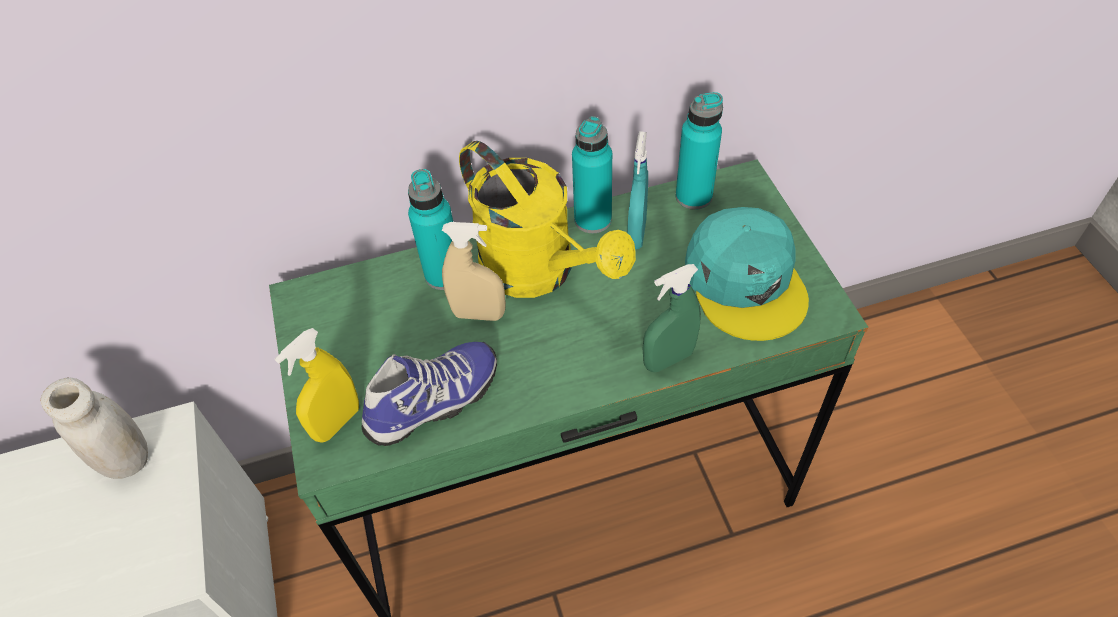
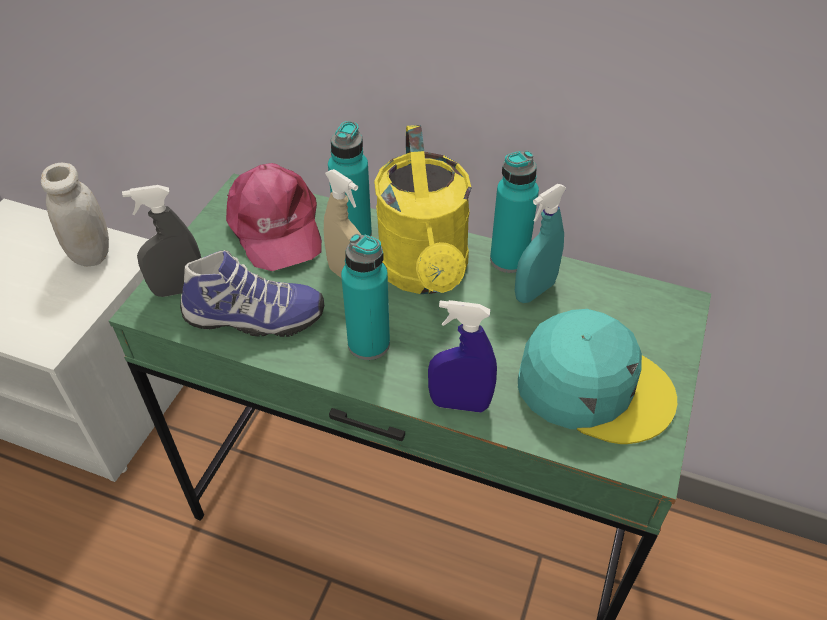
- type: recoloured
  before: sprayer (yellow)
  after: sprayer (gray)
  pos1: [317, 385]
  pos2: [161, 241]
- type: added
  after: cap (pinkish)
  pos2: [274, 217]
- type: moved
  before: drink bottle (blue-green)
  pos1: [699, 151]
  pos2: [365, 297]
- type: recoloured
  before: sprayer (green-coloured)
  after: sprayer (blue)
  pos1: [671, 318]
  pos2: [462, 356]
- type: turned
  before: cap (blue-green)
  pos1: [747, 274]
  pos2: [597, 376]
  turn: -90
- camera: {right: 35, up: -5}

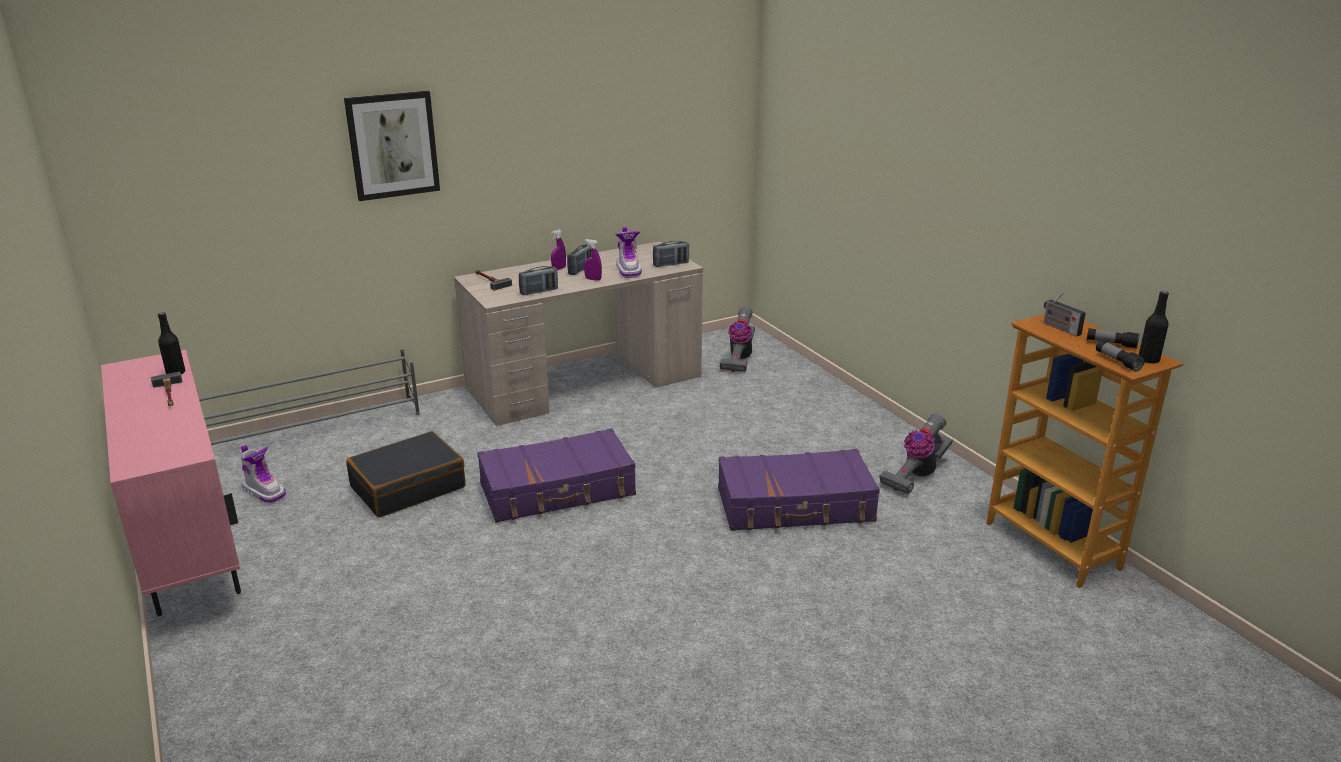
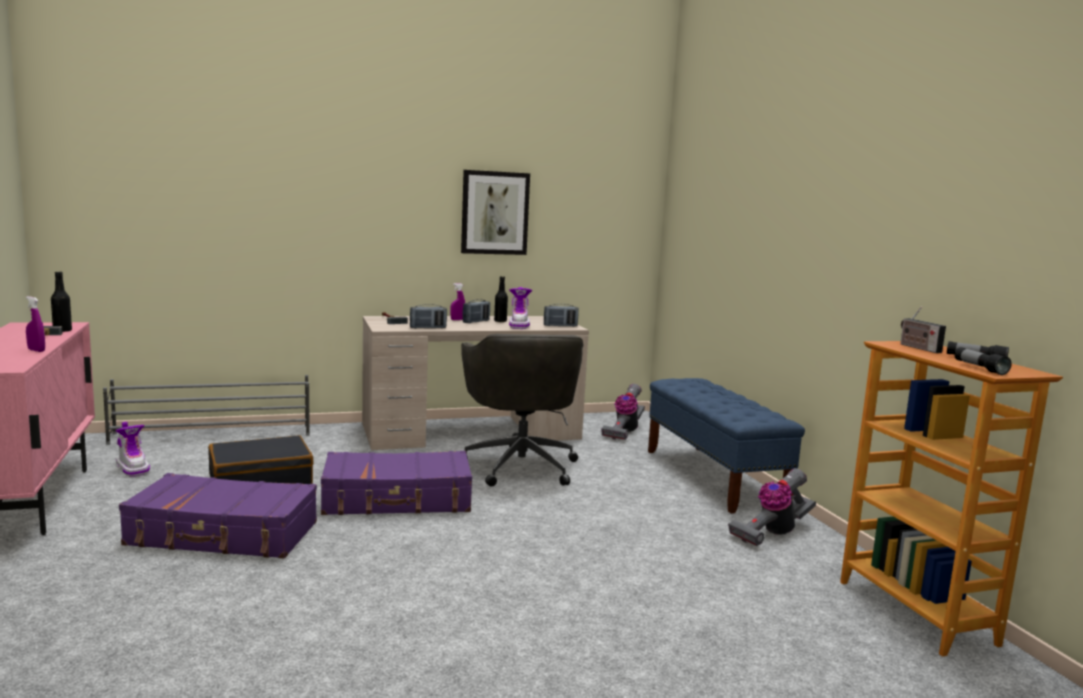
- type: moved
  before: sprayer (purple-coloured)
  pos1: [593, 260]
  pos2: [35, 324]
- type: moved
  before: piece of luggage (purple-coloured)
  pos1: [799, 490]
  pos2: [218, 515]
- type: moved
  before: picture
  pos1: [392, 146]
  pos2: [495, 212]
- type: added
  after: desk chair (gray)
  pos2: [522, 410]
- type: moved
  before: drink bottle (black)
  pos1: [1154, 327]
  pos2: [501, 299]
- type: added
  after: indoor bench (blue)
  pos2: [726, 446]
- camera: {right: 10, up: -15}

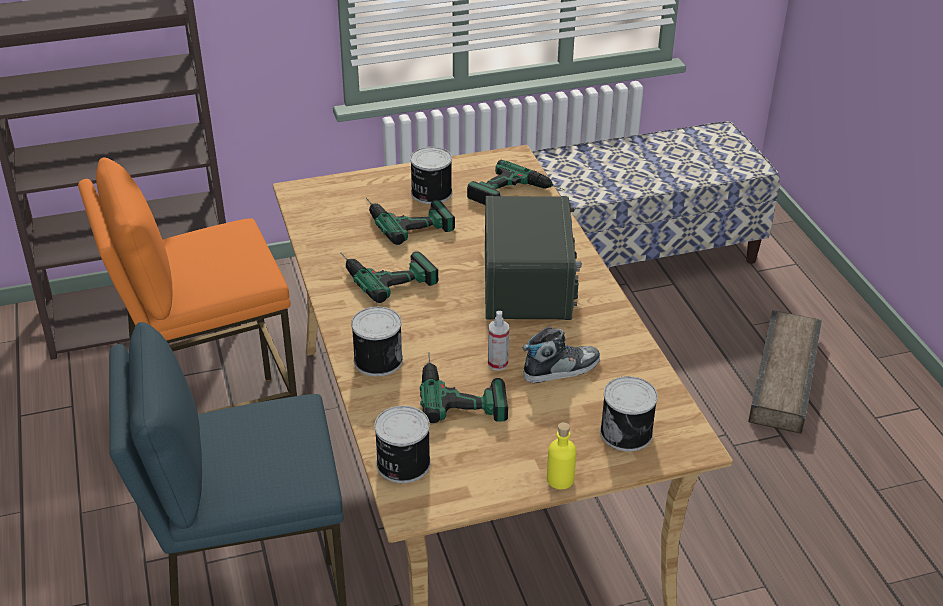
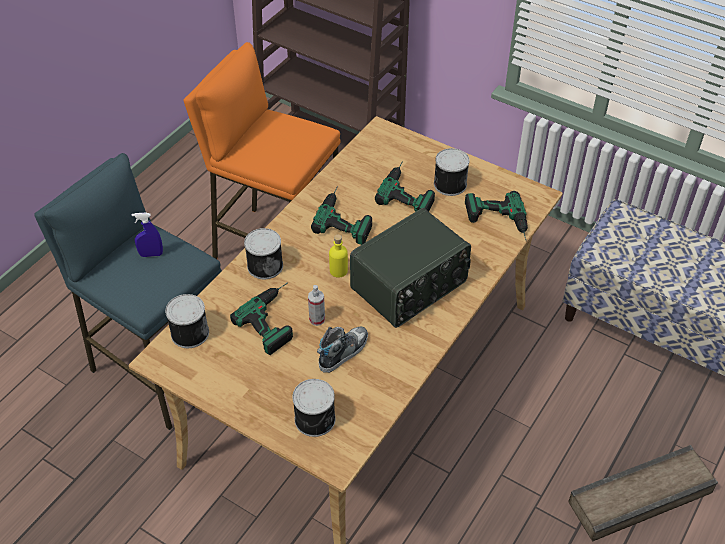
- type: added
  after: sprayer (blue)
  pos2: [147, 234]
- type: turned
  before: shoe
  pos1: [561, 354]
  pos2: [342, 349]
  turn: -75
- type: moved
  before: drink bottle (yellow)
  pos1: [561, 455]
  pos2: [338, 256]
- camera: {right: 50, up: 10}

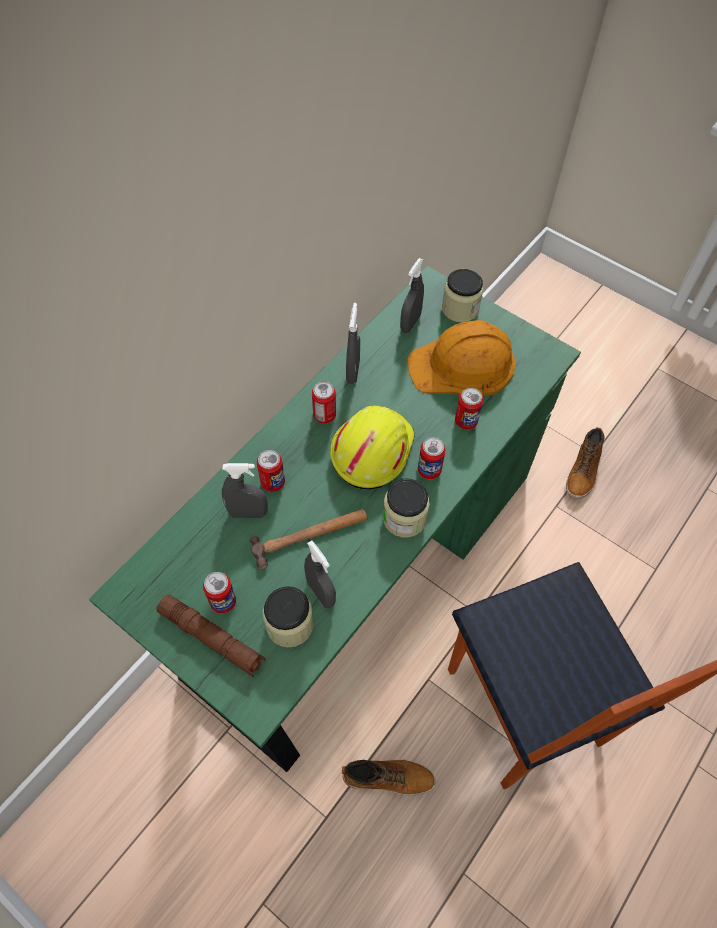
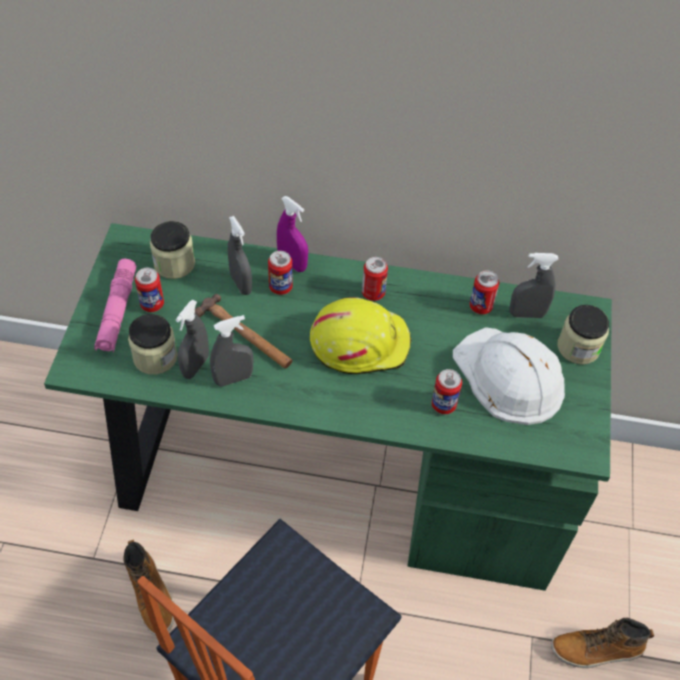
- type: recoloured
  before: torch (brown-coloured)
  after: torch (pinkish)
  pos1: [211, 635]
  pos2: [115, 305]
- type: moved
  before: jar
  pos1: [406, 508]
  pos2: [172, 250]
- type: moved
  before: sprayer (gray)
  pos1: [353, 343]
  pos2: [232, 351]
- type: added
  after: sprayer (purple-coloured)
  pos2: [292, 234]
- type: recoloured
  before: hard hat (orange-coloured)
  after: hard hat (whitish)
  pos1: [461, 358]
  pos2: [509, 376]
- type: moved
  before: metal can
  pos1: [432, 458]
  pos2: [484, 292]
- camera: {right: 60, up: -5}

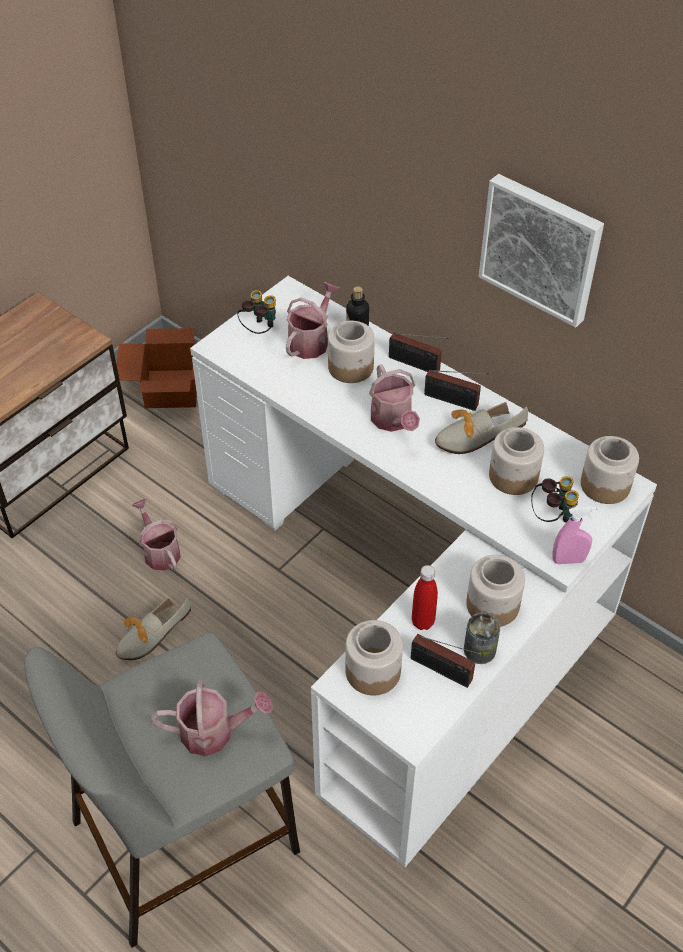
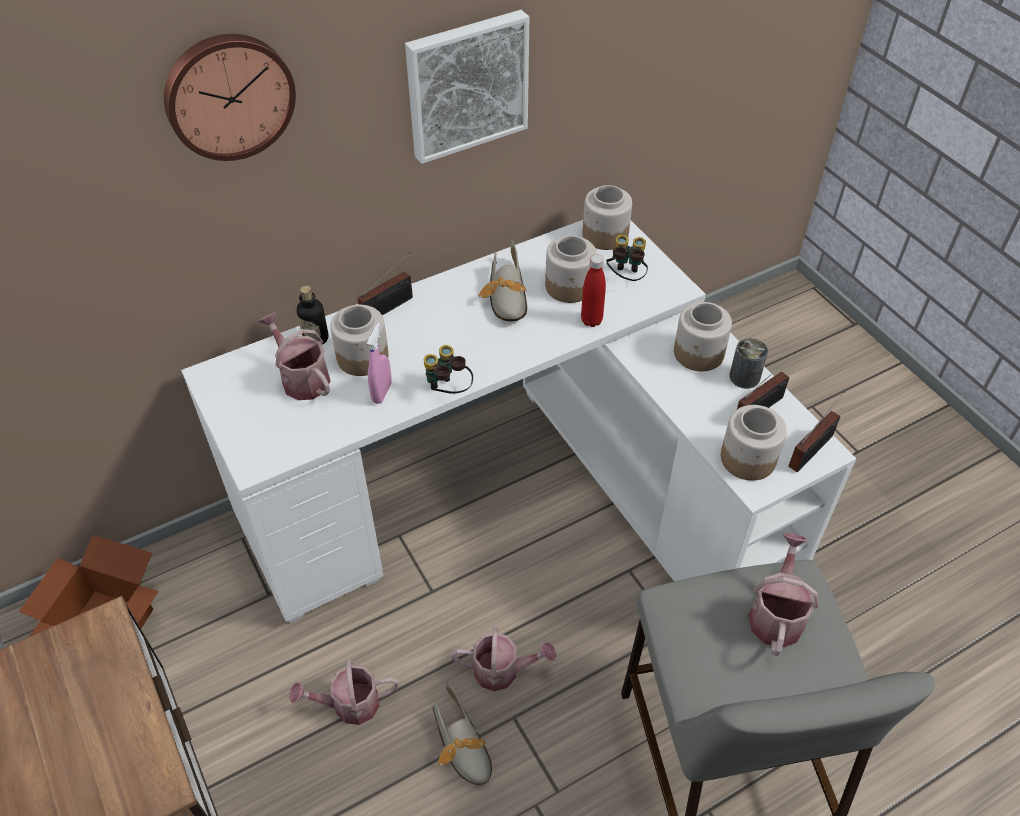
- type: added
  after: hanging clock
  pos2: [230, 97]
- type: moved
  before: sprayer (pinkish)
  pos1: [574, 535]
  pos2: [379, 363]
- type: moved
  before: binoculars
  pos1: [256, 312]
  pos2: [448, 369]
- type: moved
  before: watering pot
  pos1: [394, 398]
  pos2: [503, 659]
- type: moved
  before: drink bottle (red)
  pos1: [425, 597]
  pos2: [593, 290]
- type: moved
  before: radio receiver
  pos1: [456, 390]
  pos2: [817, 431]
- camera: {right: -70, up: 0}

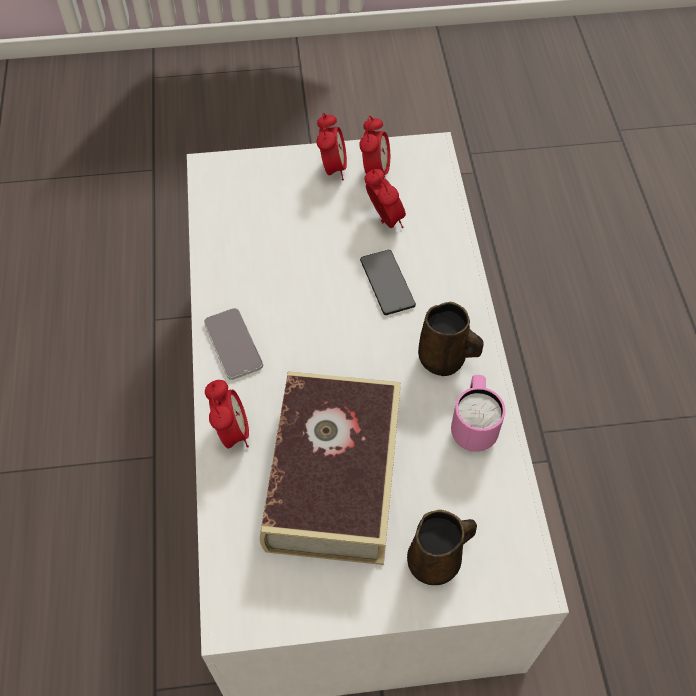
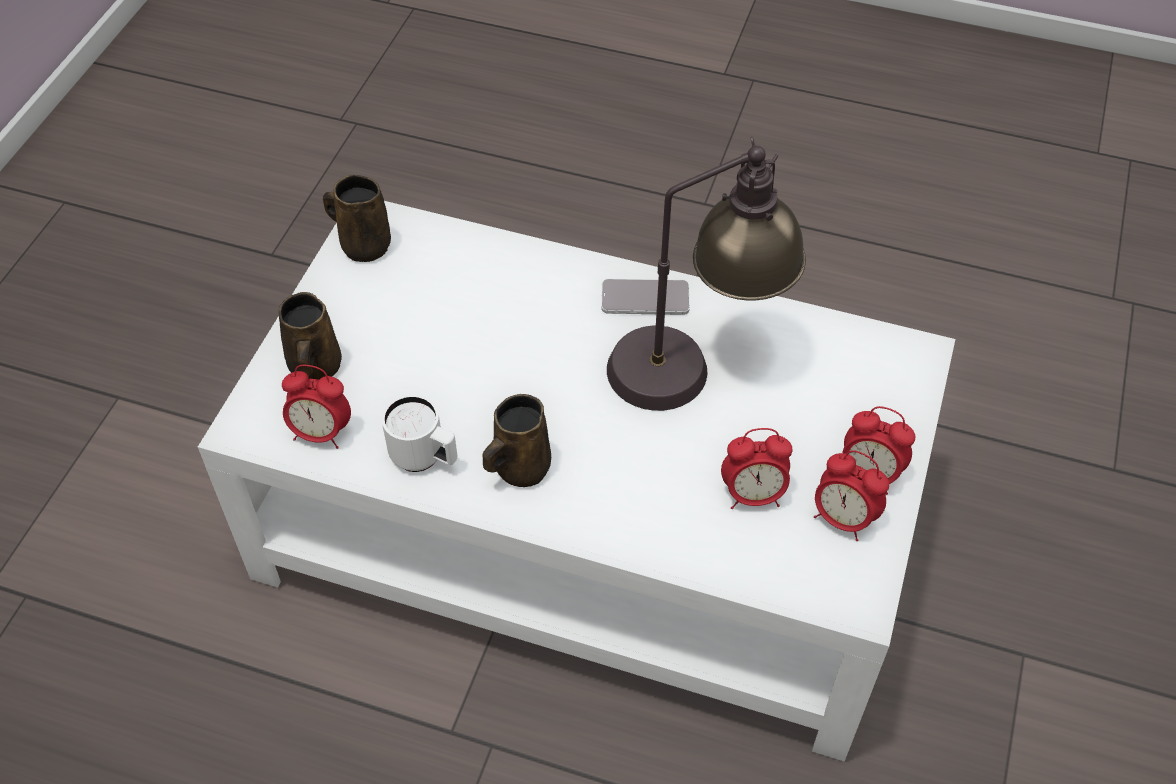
- type: moved
  before: table clock
  pos1: [227, 414]
  pos2: [316, 407]
- type: added
  after: tea mug (brown-coloured)
  pos2: [357, 218]
- type: recoloured
  before: tea mug (pinkish)
  after: tea mug (whitish)
  pos1: [478, 413]
  pos2: [419, 433]
- type: added
  after: table lamp
  pos2: [706, 274]
- type: removed
  before: book
  pos1: [330, 468]
- type: removed
  before: telephone
  pos1: [388, 282]
- camera: {right: 115, up: -5}

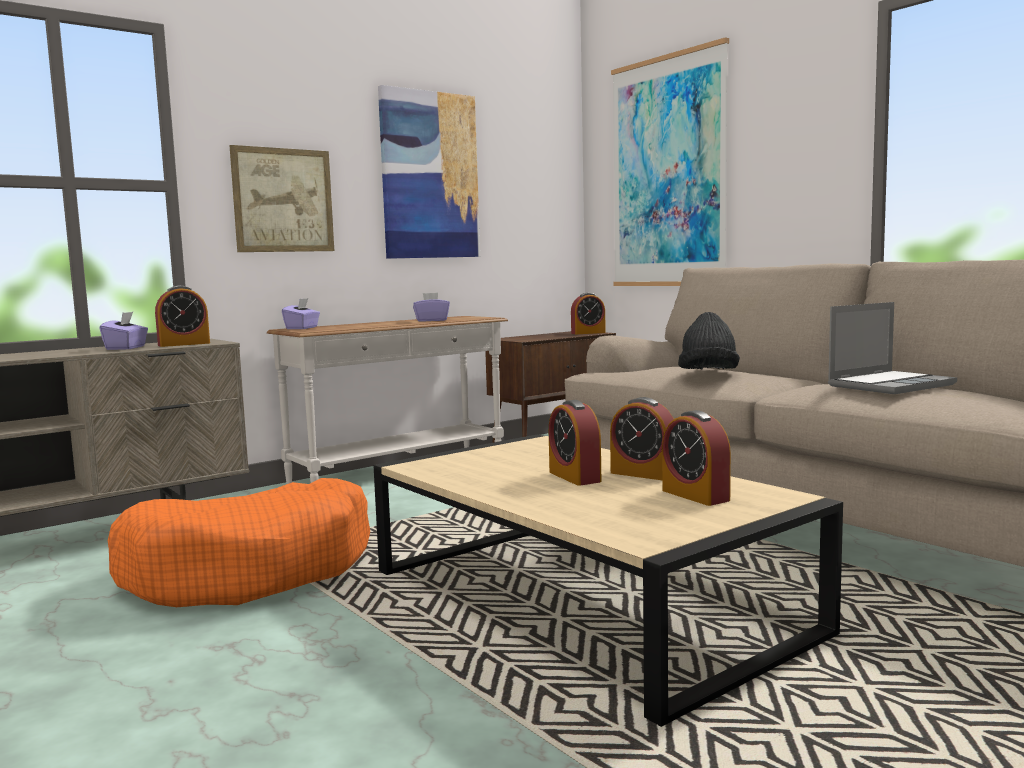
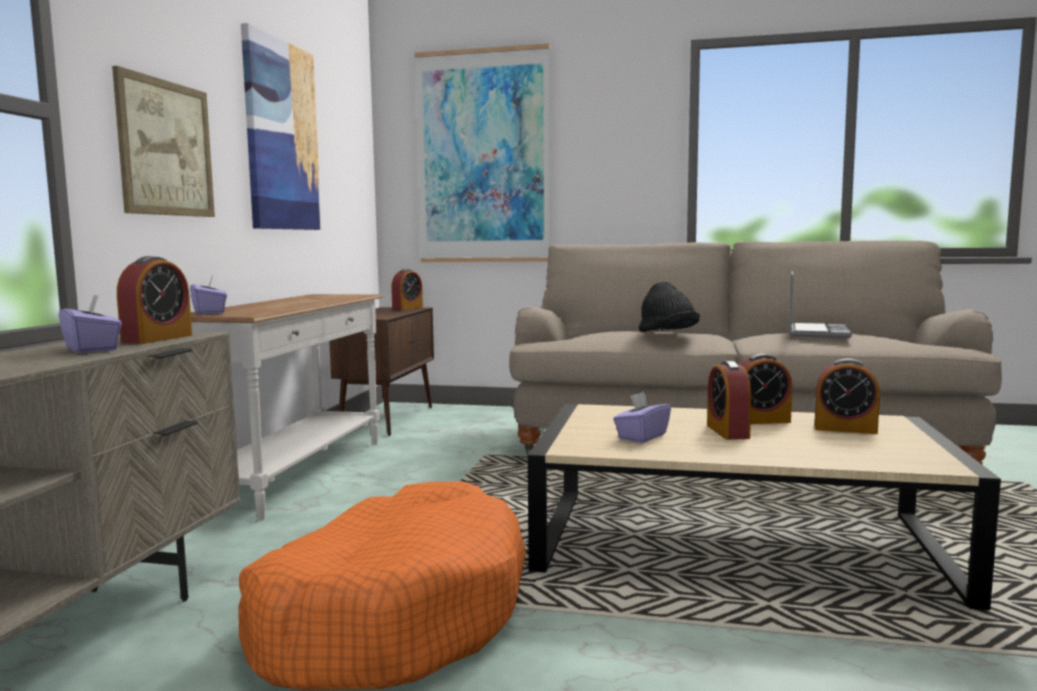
- type: moved
  before: box of tissues (purple-coloured)
  pos1: [431, 307]
  pos2: [642, 417]
- type: turned
  before: table clock
  pos1: [575, 443]
  pos2: [729, 400]
  turn: 60
- camera: {right: -40, up: 0}

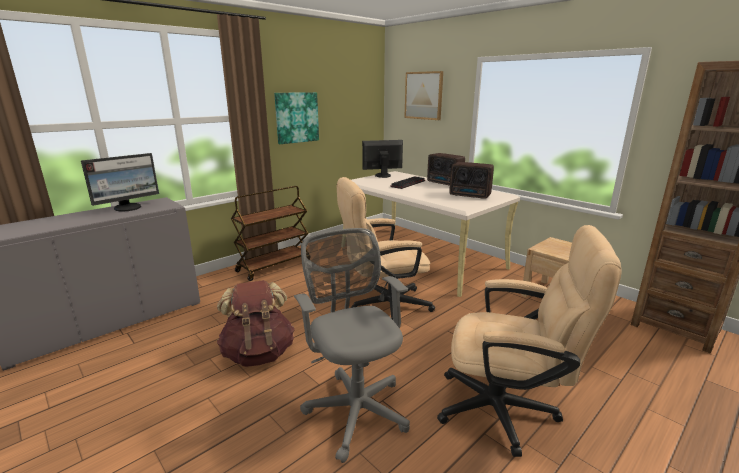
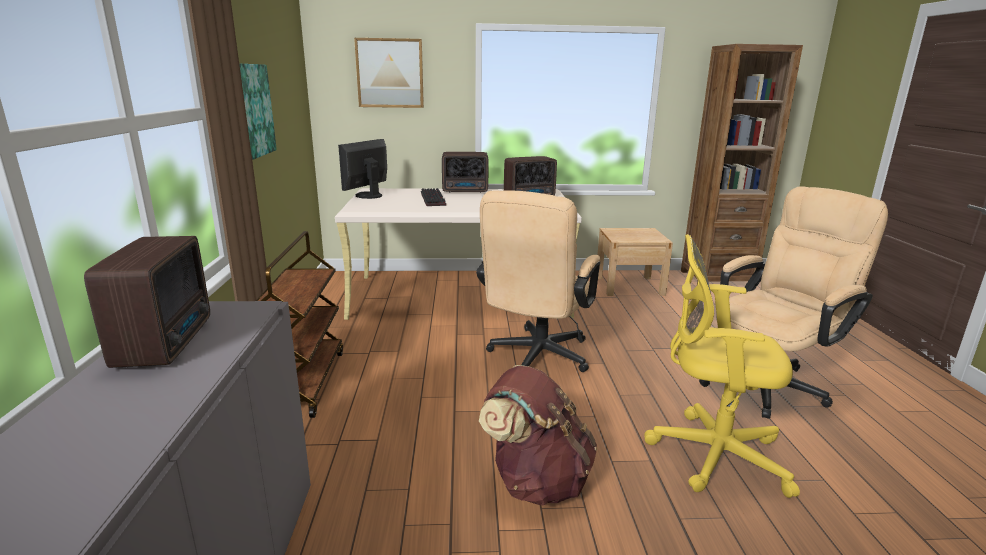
- type: replaced
  before: monitor
  after: radio receiver
  pos1: [120, 182]
  pos2: [147, 302]
- type: recoloured
  before: desk chair (gray)
  after: desk chair (yellow)
  pos1: [352, 345]
  pos2: [722, 366]
- camera: {right: -50, up: 0}

